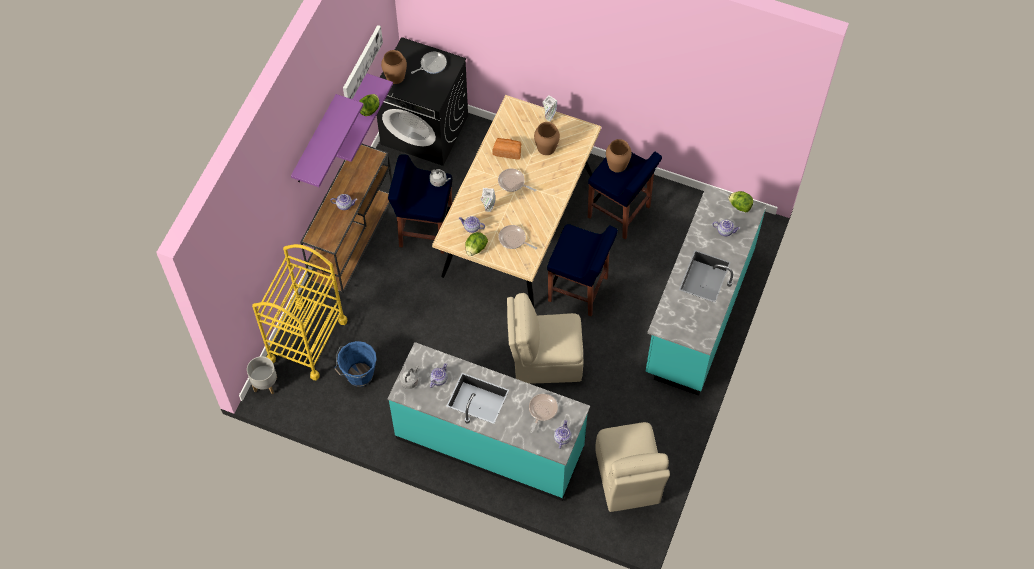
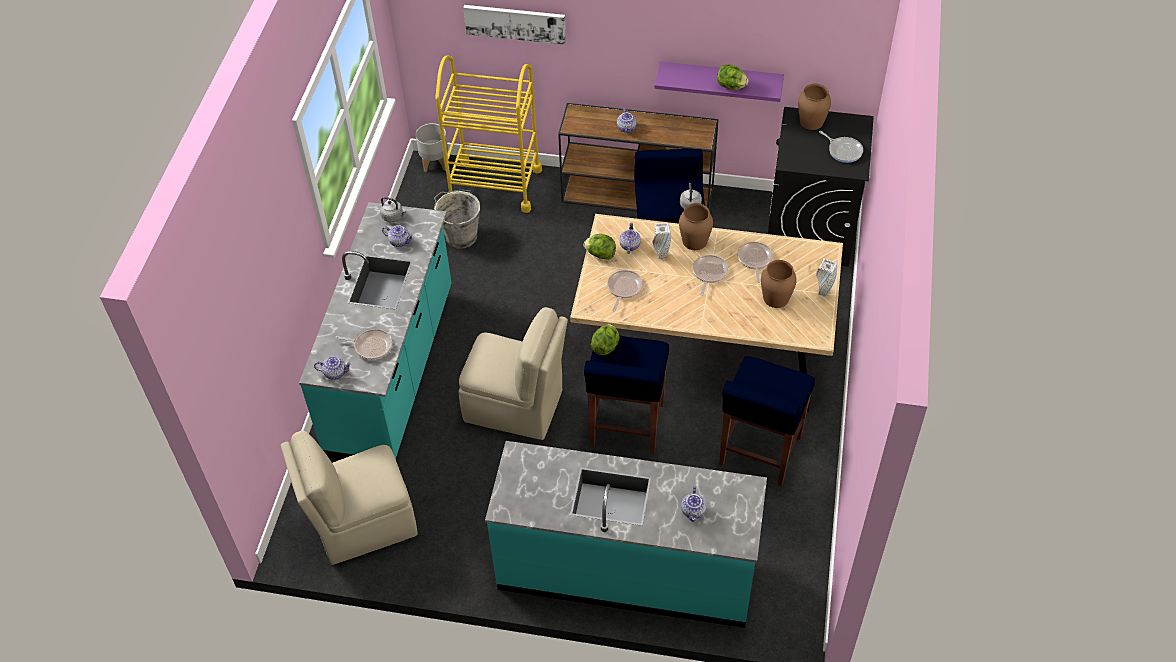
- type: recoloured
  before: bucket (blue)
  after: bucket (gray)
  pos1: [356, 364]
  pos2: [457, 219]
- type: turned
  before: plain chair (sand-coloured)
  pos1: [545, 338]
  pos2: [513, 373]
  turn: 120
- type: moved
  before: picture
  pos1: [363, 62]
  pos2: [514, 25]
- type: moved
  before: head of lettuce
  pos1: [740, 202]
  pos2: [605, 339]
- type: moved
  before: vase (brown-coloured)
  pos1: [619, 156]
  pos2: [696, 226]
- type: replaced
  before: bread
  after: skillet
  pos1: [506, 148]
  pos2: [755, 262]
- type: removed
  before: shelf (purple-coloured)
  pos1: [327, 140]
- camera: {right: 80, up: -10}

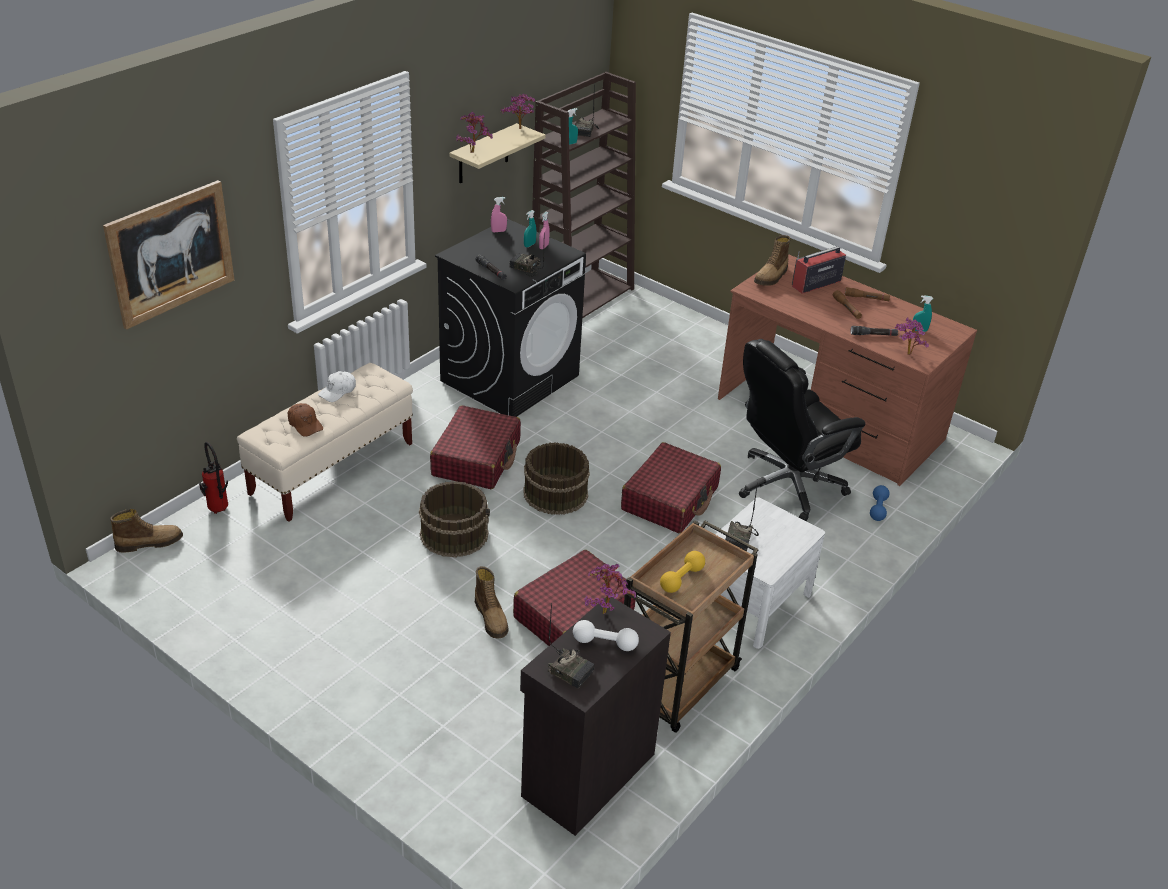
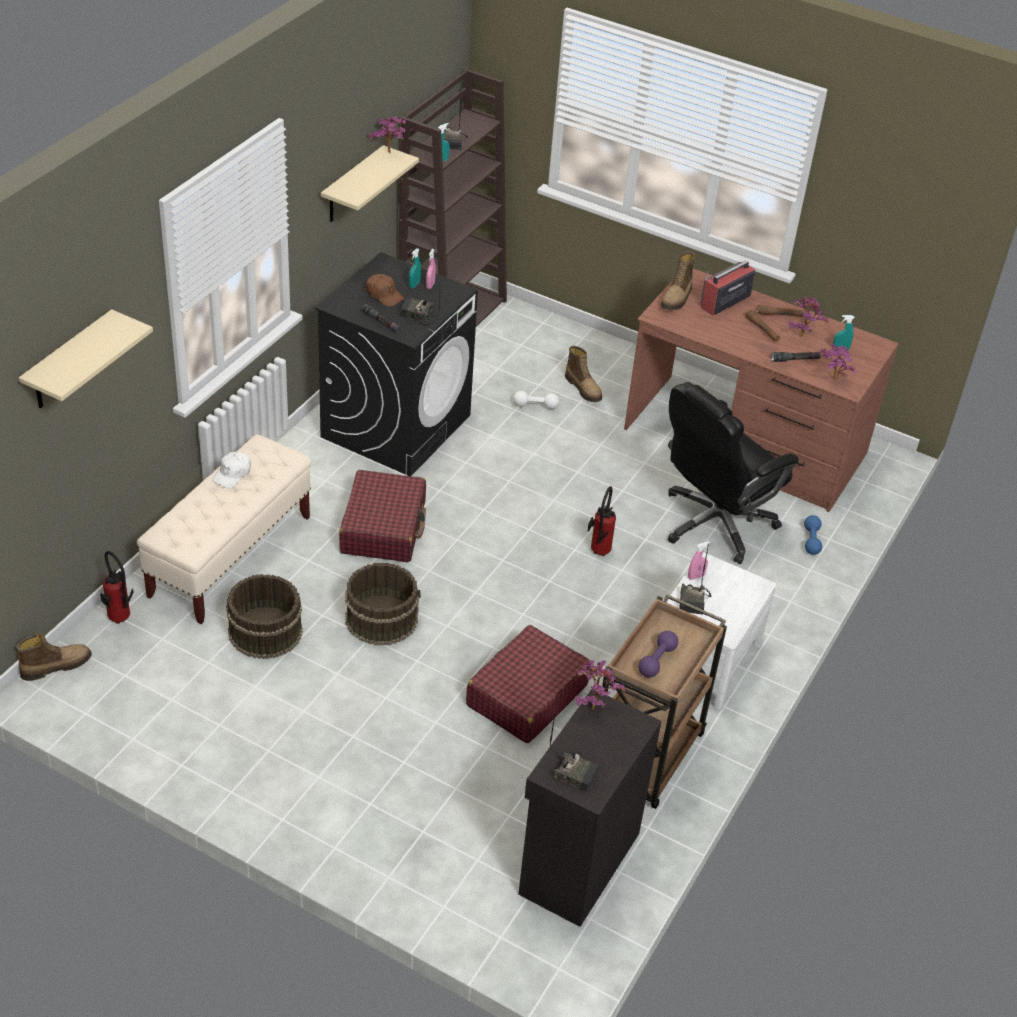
- type: replaced
  before: picture
  after: shelf (sand-coloured)
  pos1: [168, 255]
  pos2: [86, 358]
- type: moved
  before: bucket (brown-coloured)
  pos1: [556, 478]
  pos2: [264, 616]
- type: moved
  before: cap (brown-coloured)
  pos1: [305, 420]
  pos2: [385, 290]
- type: moved
  before: dumbbell (whitish)
  pos1: [606, 635]
  pos2: [536, 400]
- type: moved
  before: boot
  pos1: [492, 602]
  pos2: [583, 374]
- type: replaced
  before: piece of luggage (red)
  after: fire-fighting cylinder
  pos1: [671, 487]
  pos2: [602, 521]
- type: recoloured
  before: dumbbell (yellow)
  after: dumbbell (purple-coloured)
  pos1: [682, 572]
  pos2: [658, 654]
- type: moved
  before: sprayer (pinkish)
  pos1: [499, 214]
  pos2: [699, 560]
- type: moved
  before: potted plant
  pos1: [474, 132]
  pos2: [808, 316]
- camera: {right: -10, up: 5}

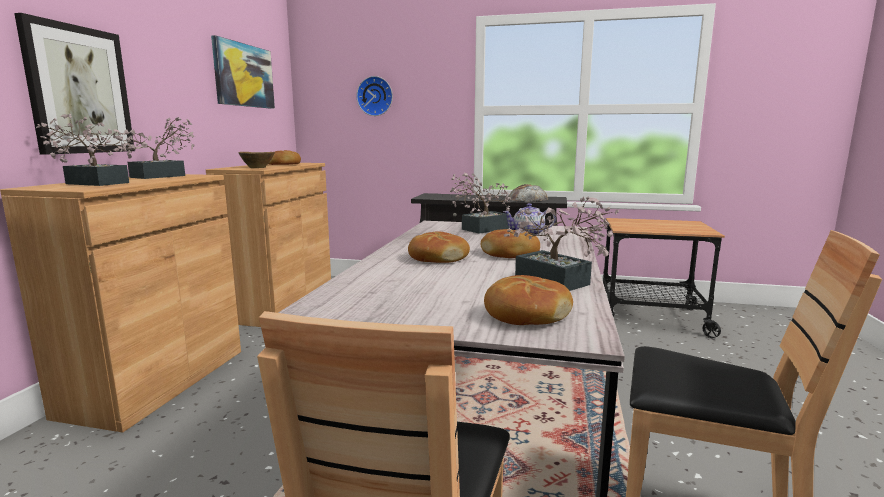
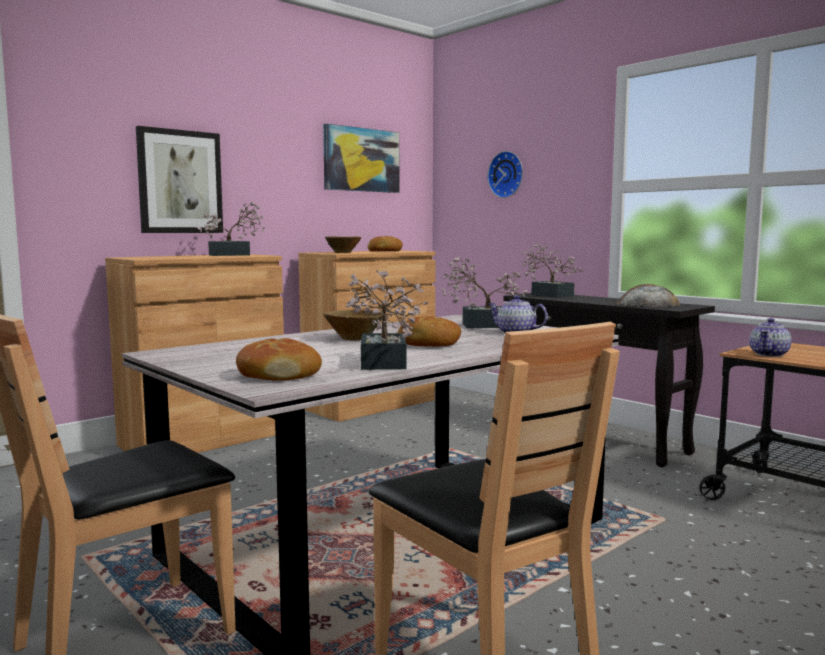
- type: replaced
  before: bread
  after: deep dish (brown-coloured)
  pos1: [439, 247]
  pos2: [353, 324]
- type: moved
  before: potted plant
  pos1: [86, 150]
  pos2: [551, 271]
- type: added
  after: teapot
  pos2: [770, 337]
- camera: {right: 35, up: -5}

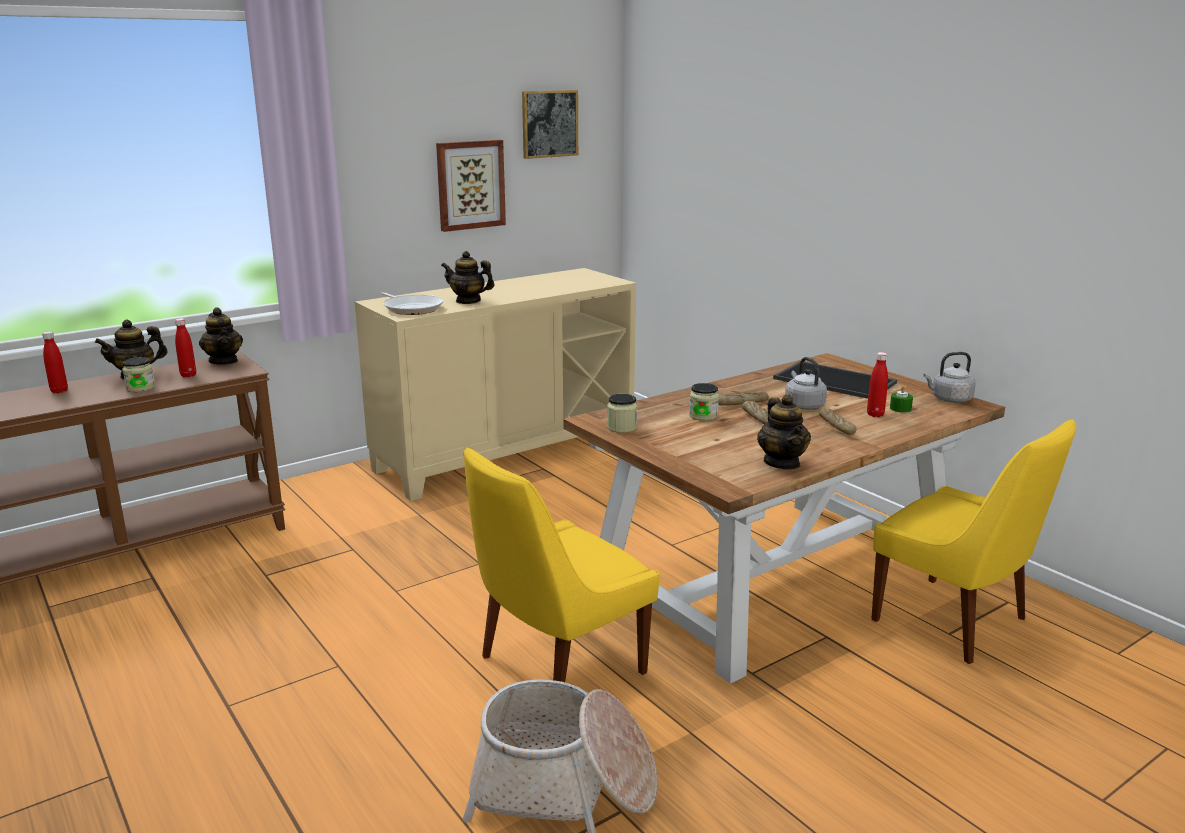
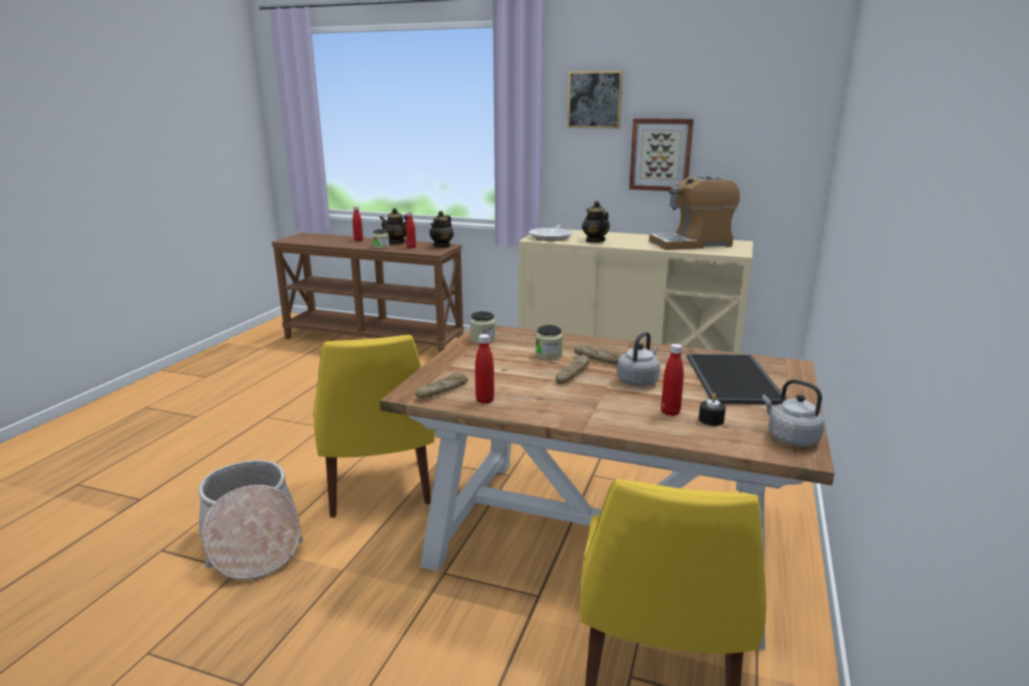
- type: turned
  before: plain chair (yellow)
  pos1: [562, 564]
  pos2: [374, 426]
  turn: -120
- type: moved
  before: bread
  pos1: [838, 421]
  pos2: [442, 385]
- type: replaced
  before: teapot
  after: drink bottle (red)
  pos1: [784, 432]
  pos2: [484, 369]
- type: moved
  before: picture
  pos1: [550, 124]
  pos2: [595, 100]
- type: added
  after: coffee maker
  pos2: [694, 213]
- type: recoloured
  before: wax candle (green-coloured)
  after: wax candle (black)
  pos1: [901, 398]
  pos2: [712, 409]
- camera: {right: 55, up: 0}

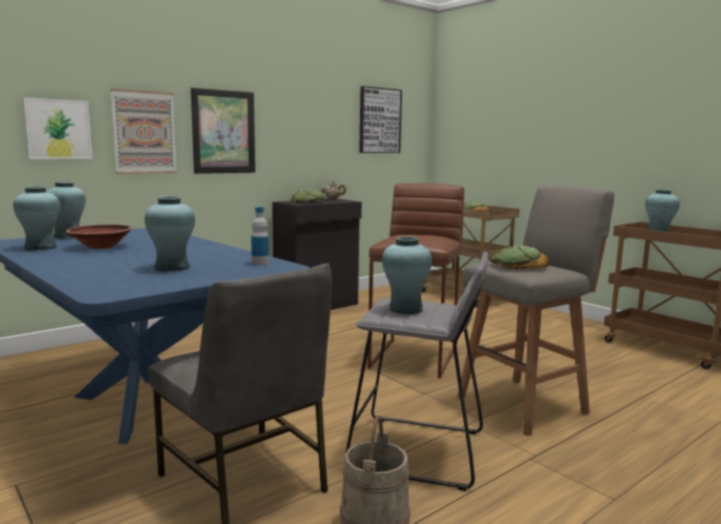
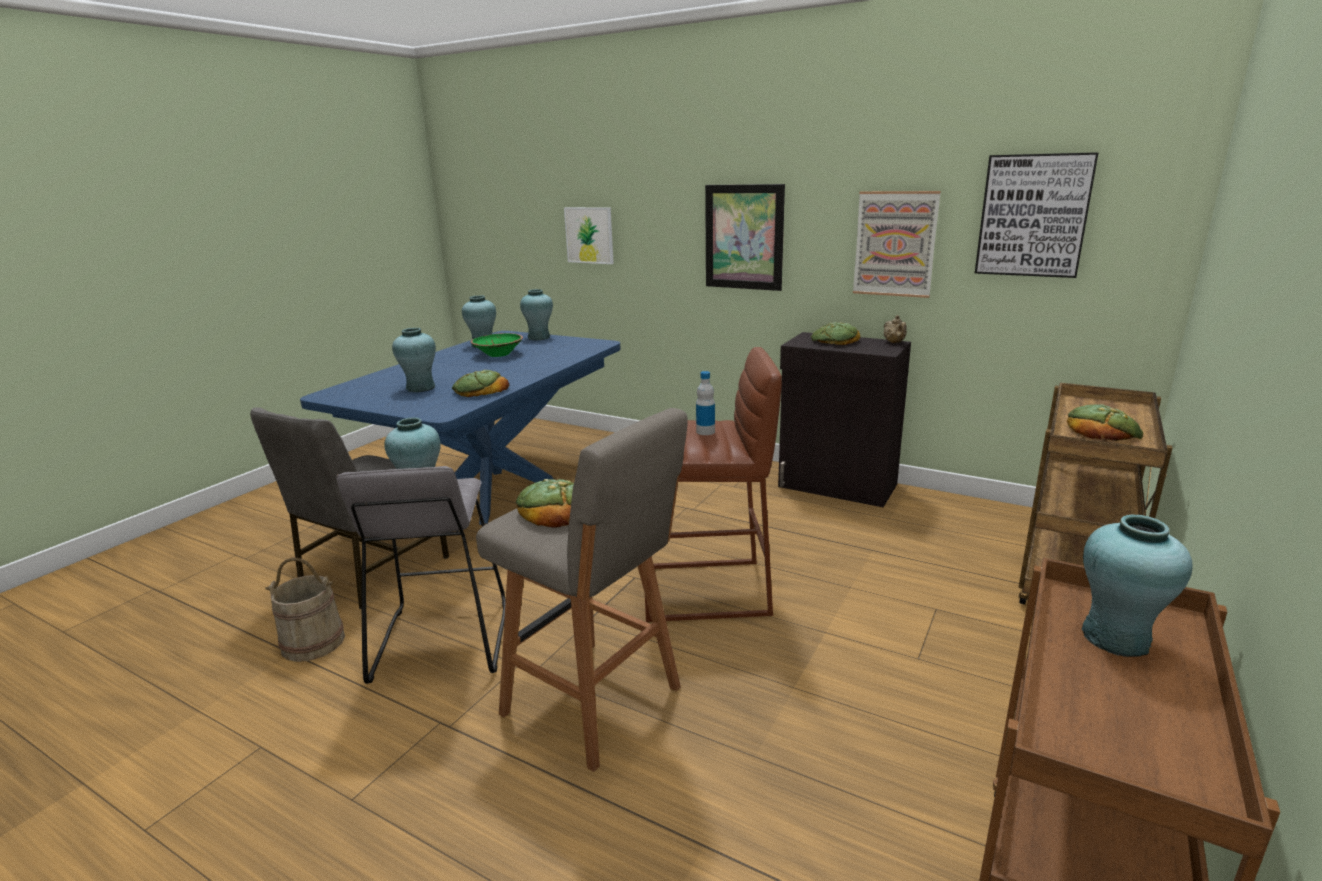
- type: added
  after: bread
  pos2: [481, 383]
- type: recoloured
  before: deep dish (brown-coloured)
  after: deep dish (green-coloured)
  pos1: [99, 237]
  pos2: [496, 345]
- type: moved
  before: drink bottle
  pos1: [260, 236]
  pos2: [705, 403]
- type: moved
  before: picture
  pos1: [143, 131]
  pos2: [897, 244]
- camera: {right: 70, up: 10}

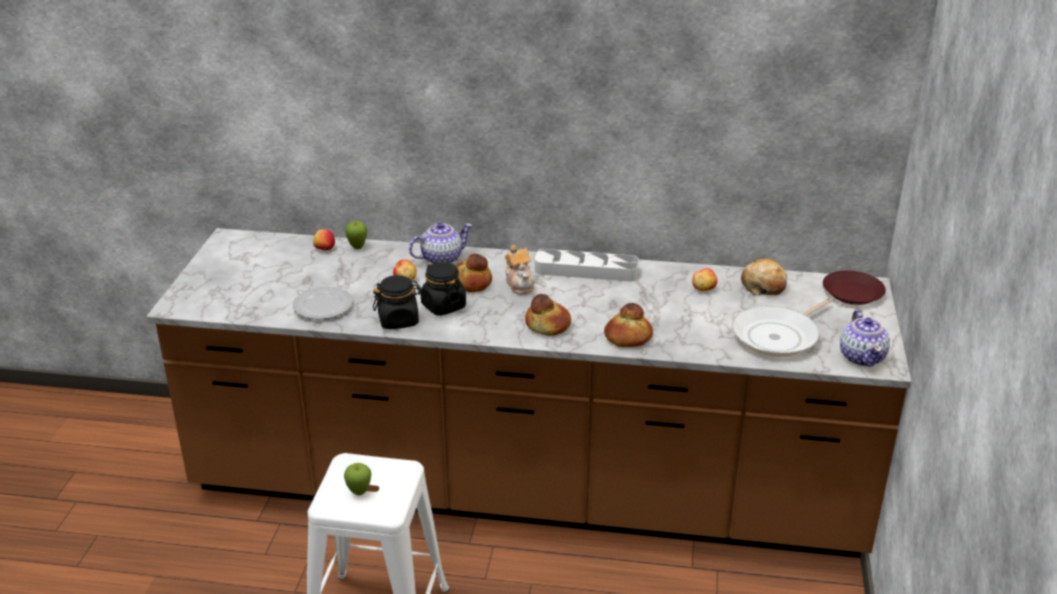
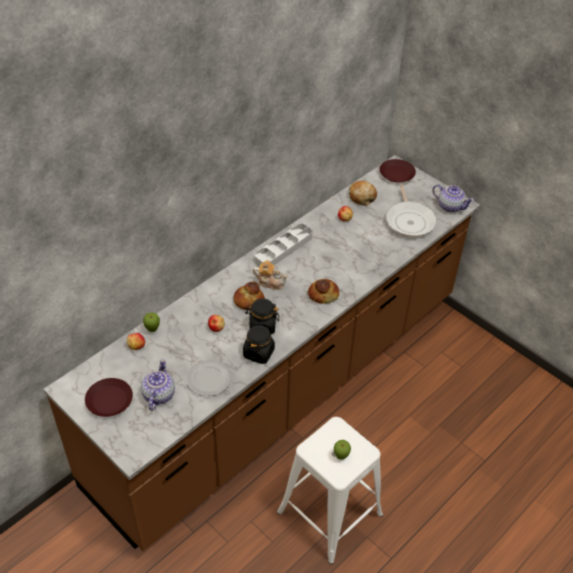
- type: added
  after: plate (brown-coloured)
  pos2: [109, 397]
- type: moved
  before: teapot
  pos1: [440, 243]
  pos2: [158, 385]
- type: removed
  before: bread
  pos1: [628, 325]
- camera: {right: -55, up: 15}

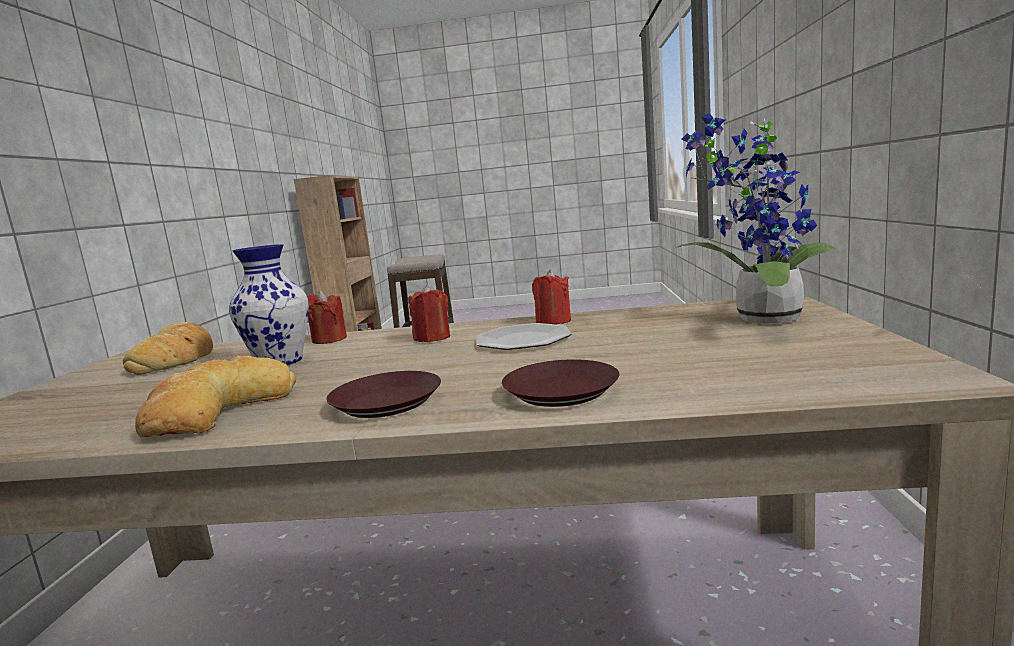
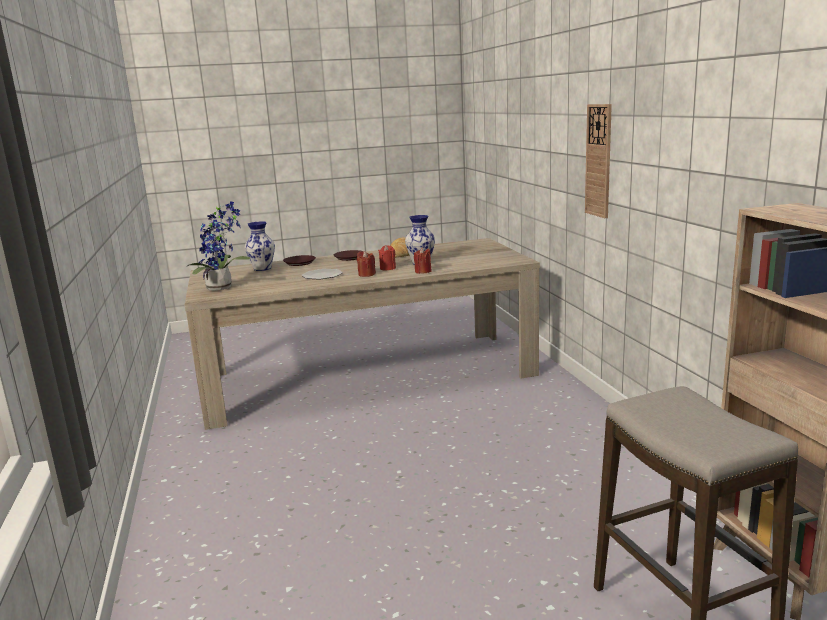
- type: added
  after: vase
  pos2: [260, 246]
- type: moved
  before: wax candle (red)
  pos1: [551, 296]
  pos2: [387, 257]
- type: added
  after: hanging clock
  pos2: [598, 161]
- type: removed
  before: bread
  pos1: [168, 348]
- camera: {right: 160, up: 5}

